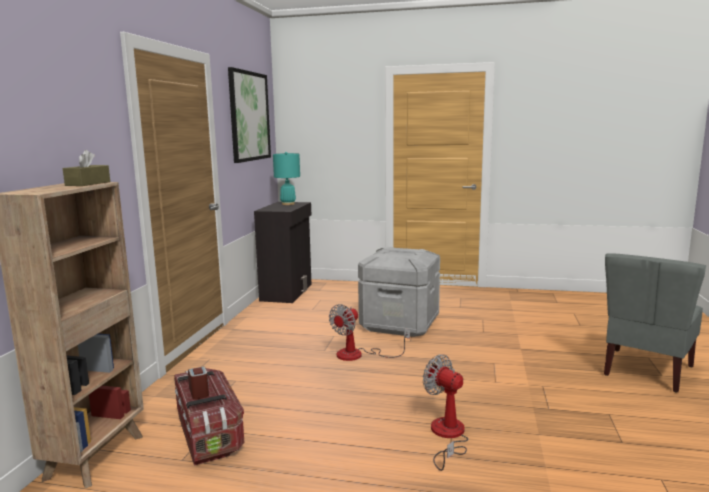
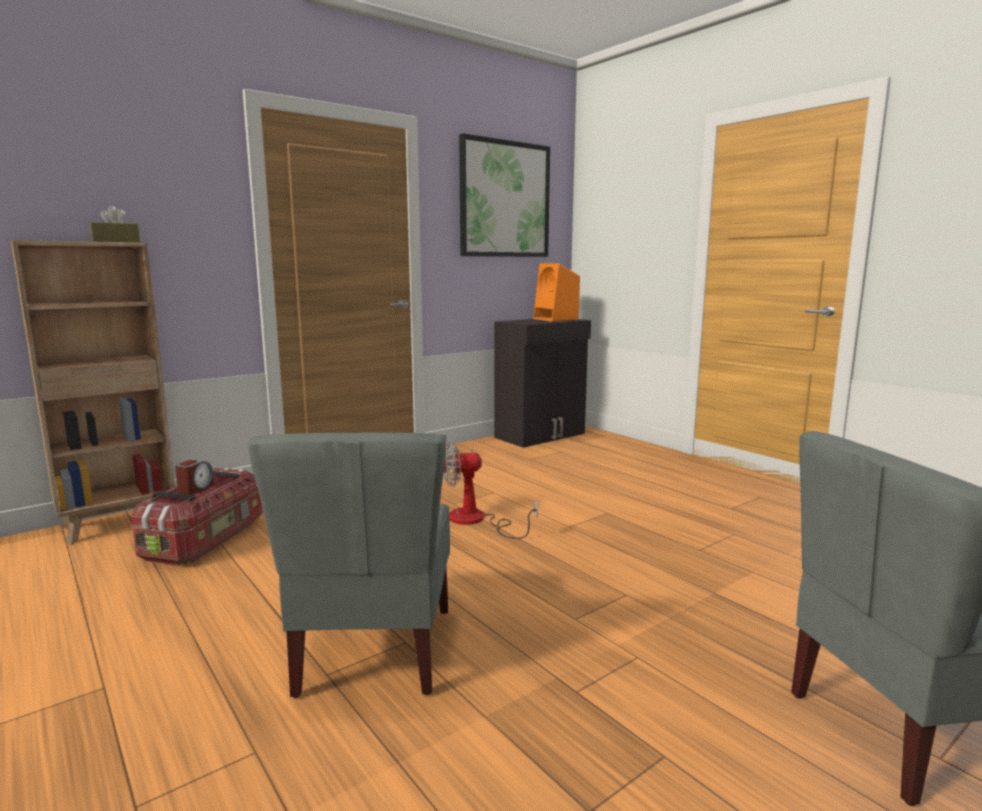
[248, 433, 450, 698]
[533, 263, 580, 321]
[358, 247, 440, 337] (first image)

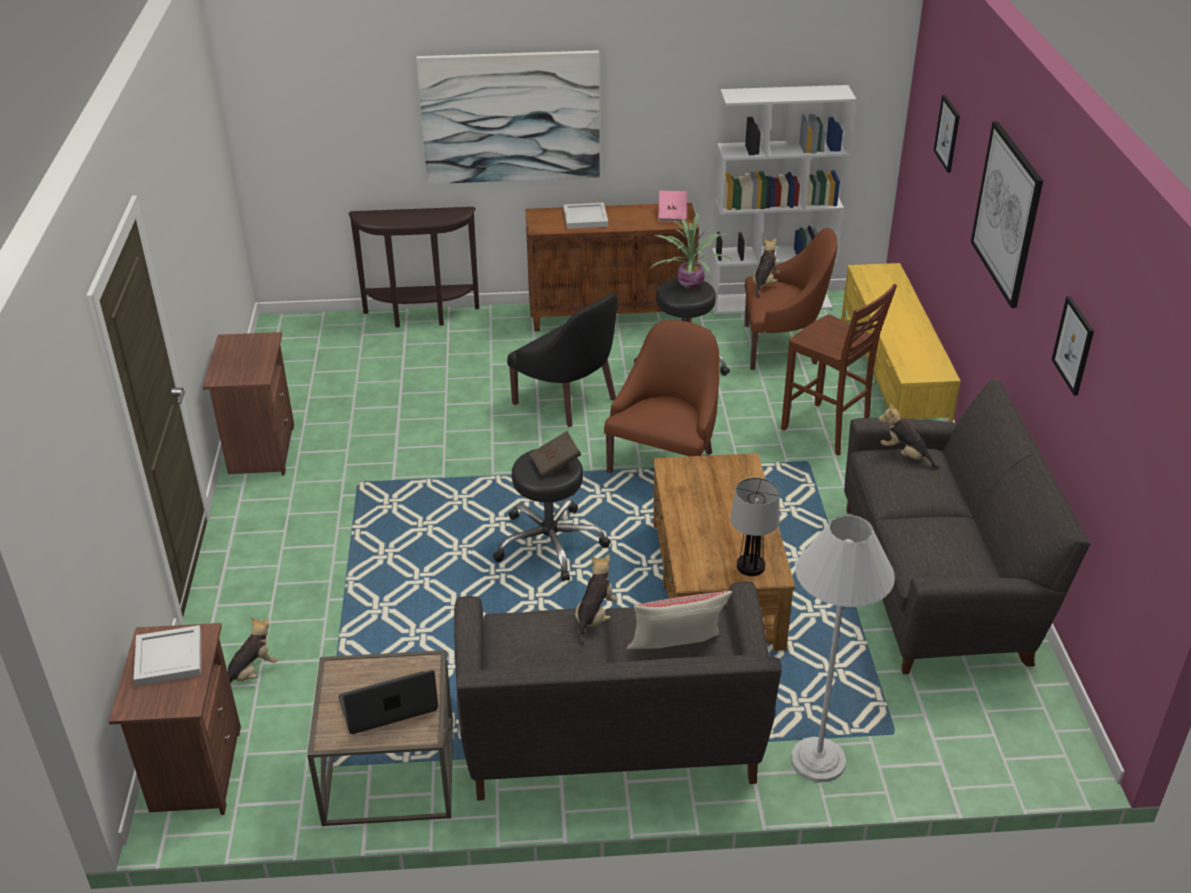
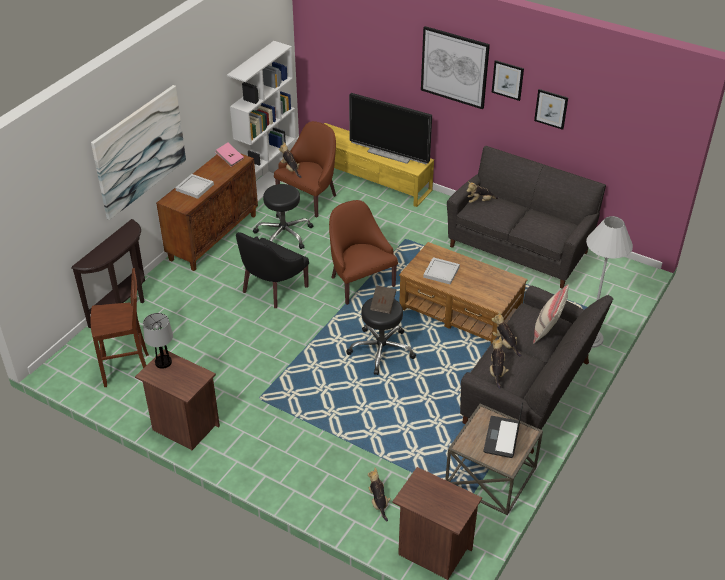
[91, 268, 149, 387]
[143, 313, 173, 369]
[236, 232, 309, 308]
[349, 93, 432, 164]
[423, 257, 460, 285]
[490, 337, 509, 389]
[492, 60, 524, 101]
[651, 213, 731, 289] (first image)

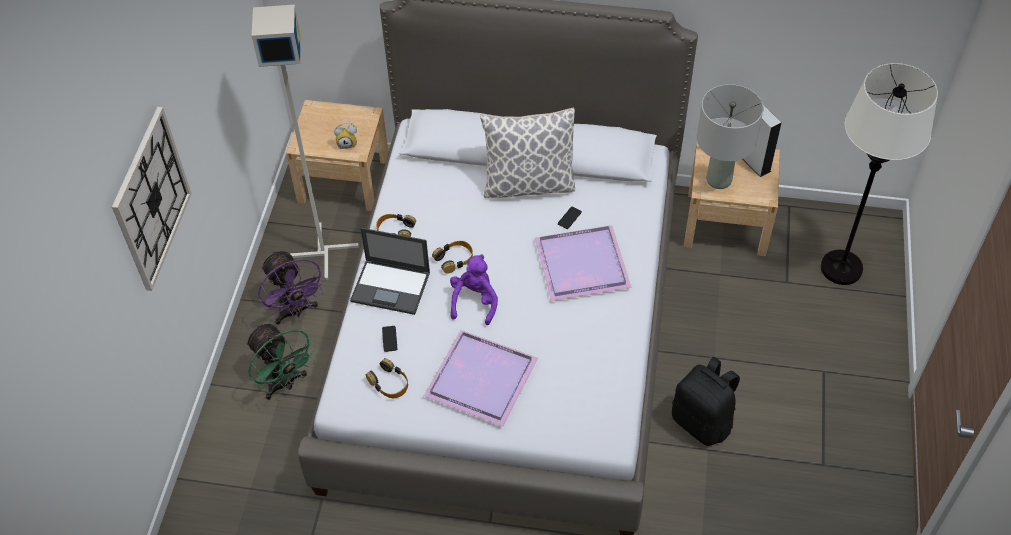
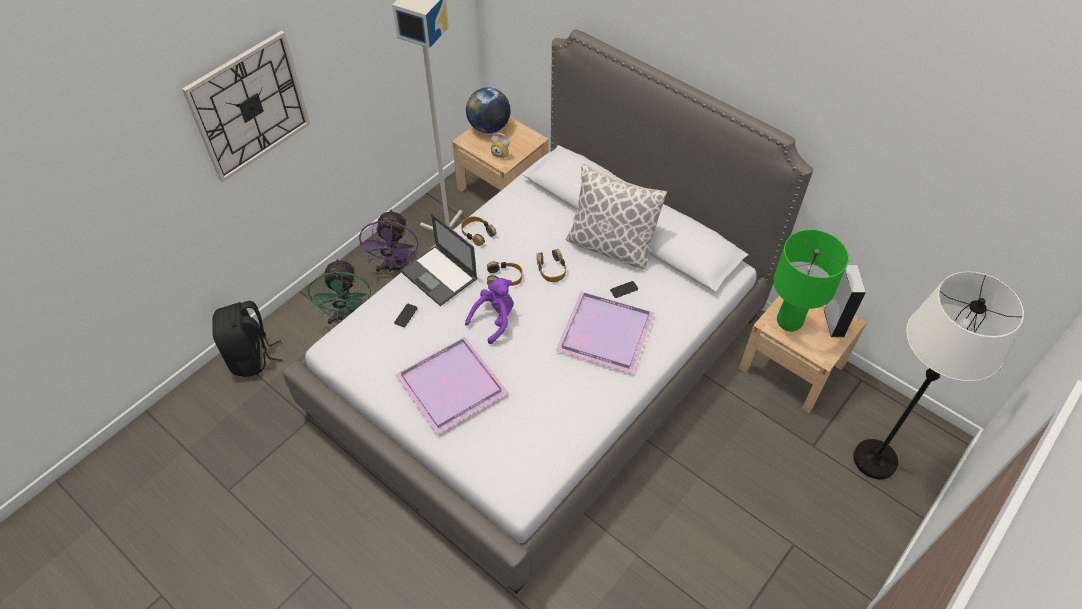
[212, 301, 282, 377]
[466, 87, 510, 133]
[537, 249, 566, 282]
[773, 230, 849, 331]

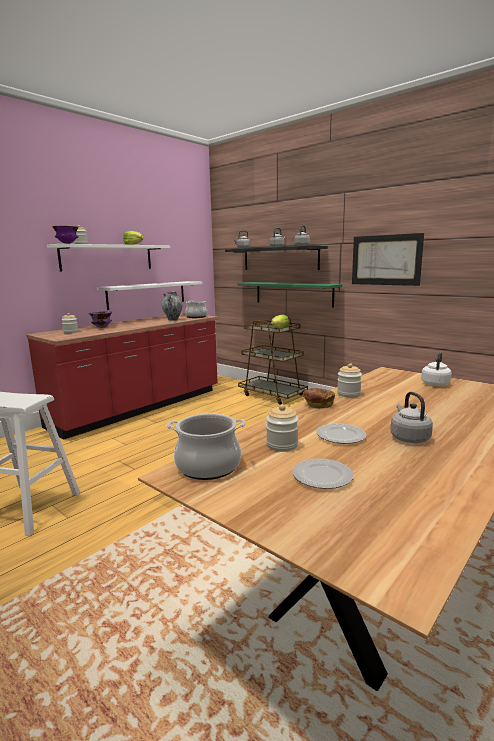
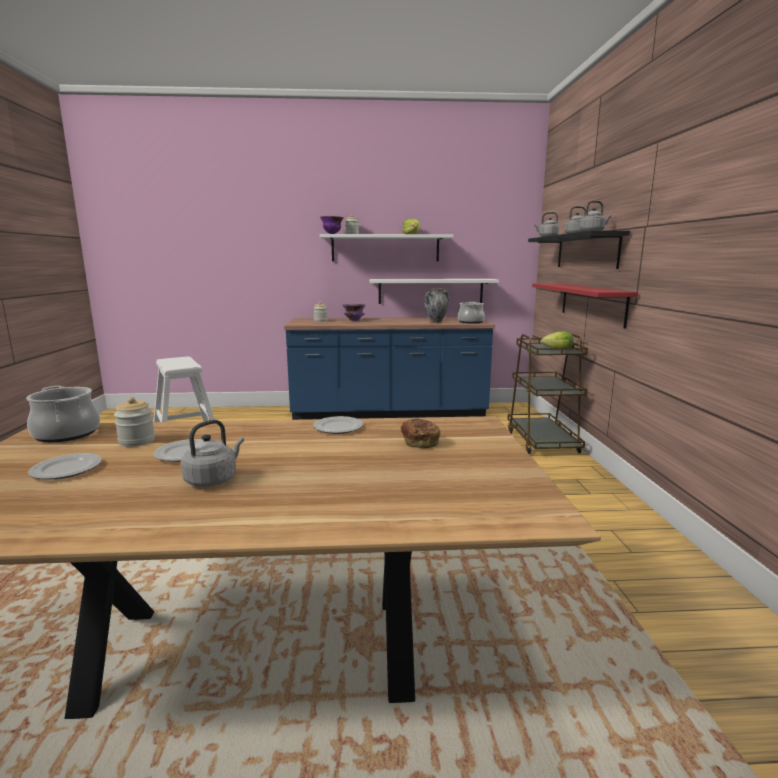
[284, 317, 495, 420]
[313, 416, 363, 434]
[401, 419, 440, 449]
[532, 283, 638, 329]
[352, 233, 424, 286] (first image)
[421, 351, 452, 386] (first image)

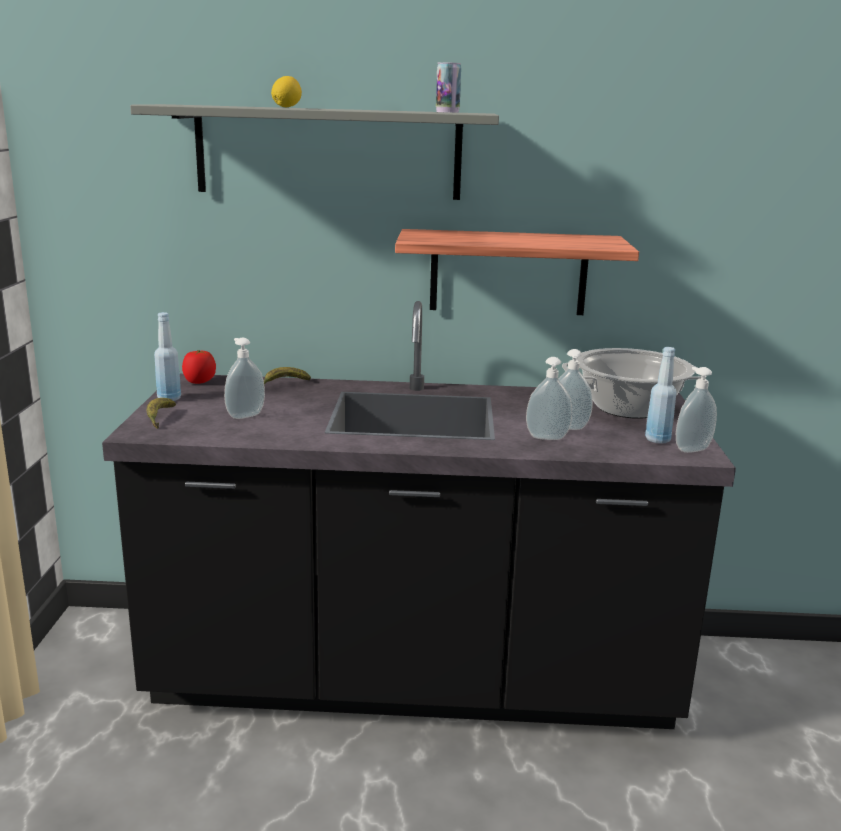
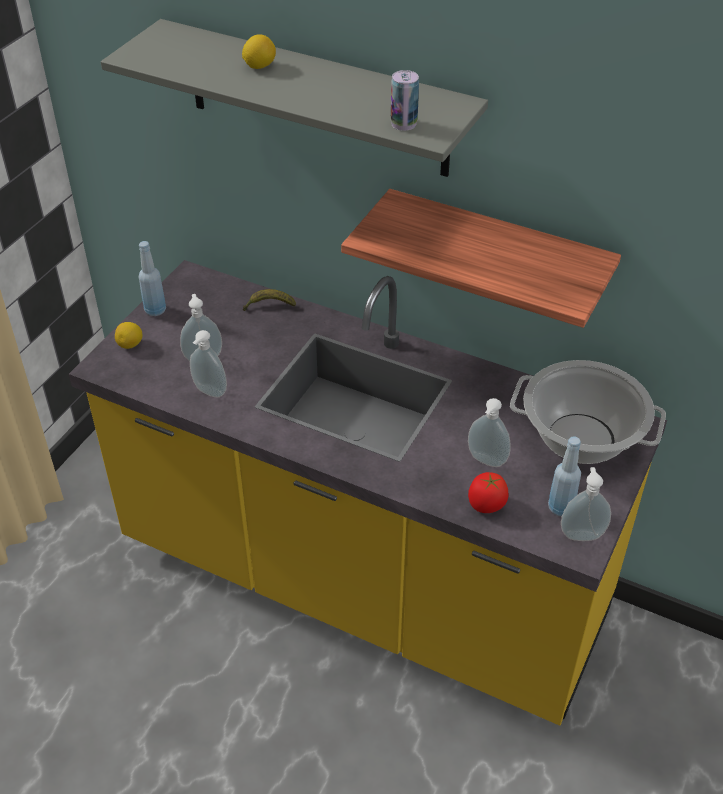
[69, 260, 667, 726]
[115, 322, 142, 349]
[190, 330, 227, 398]
[468, 472, 509, 513]

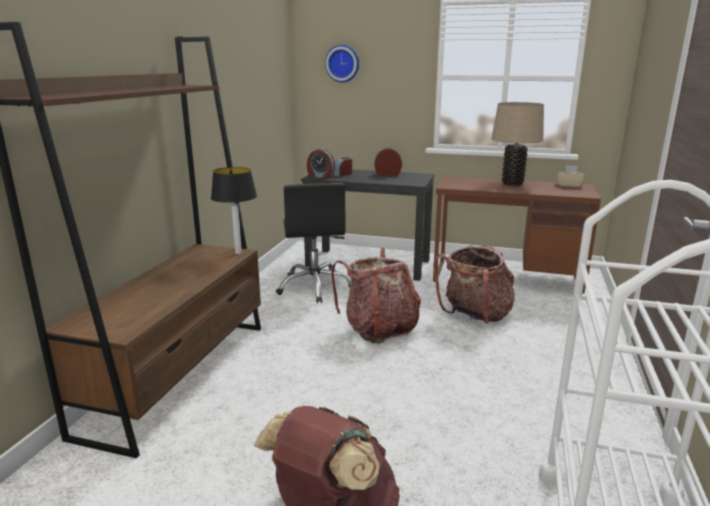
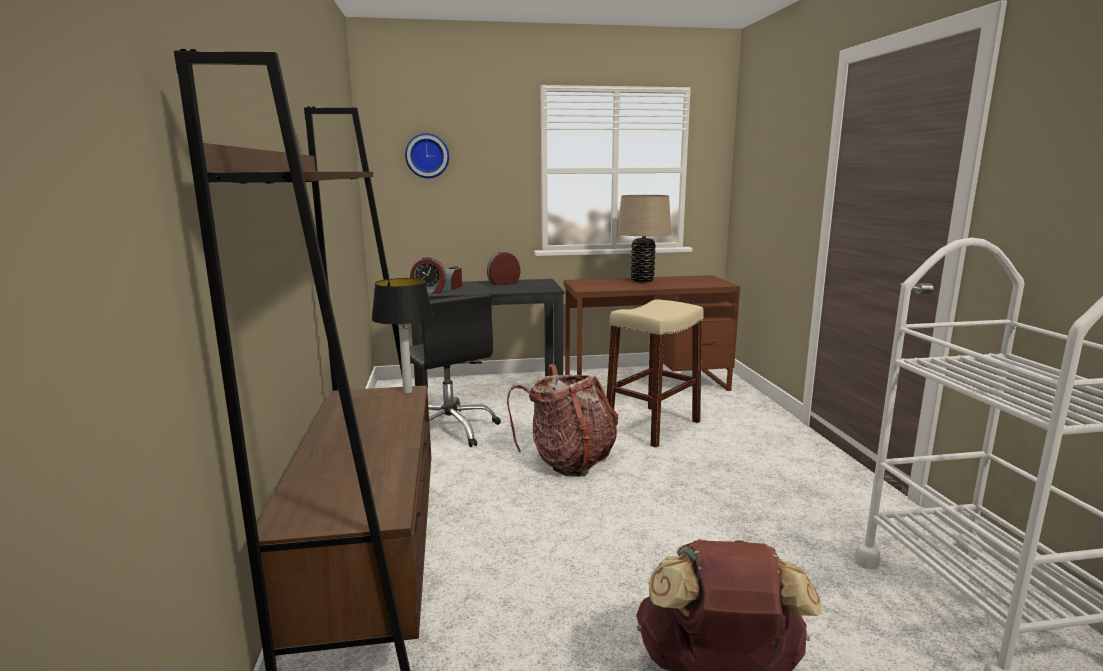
[607, 299, 704, 448]
[557, 165, 585, 187] (first image)

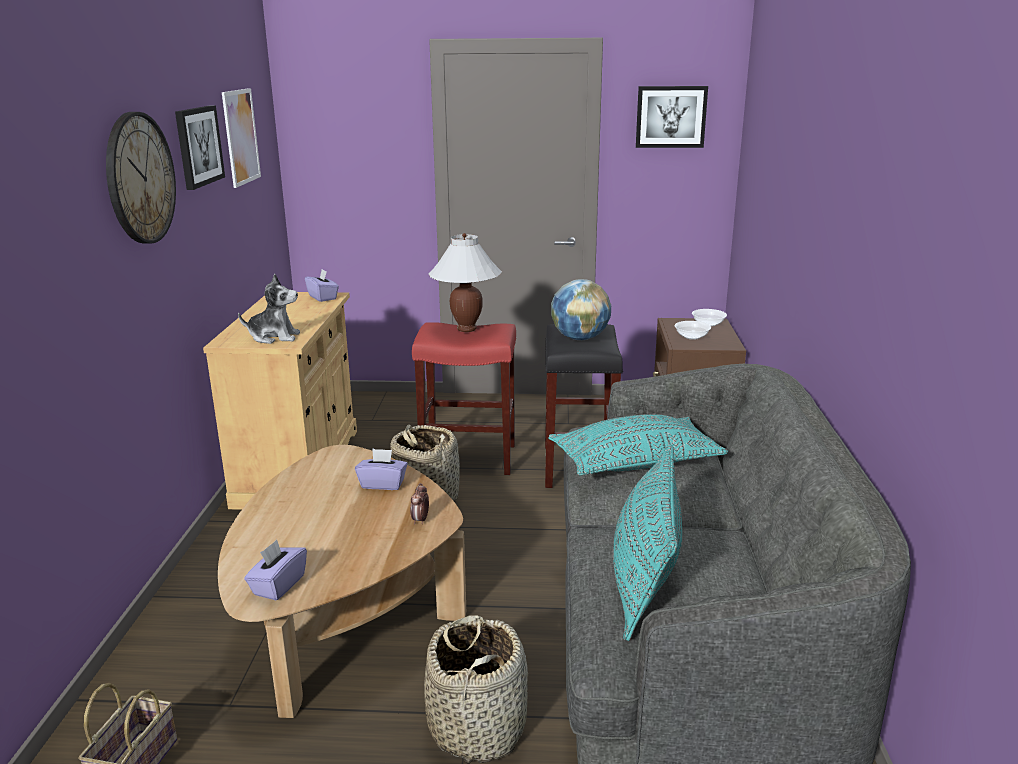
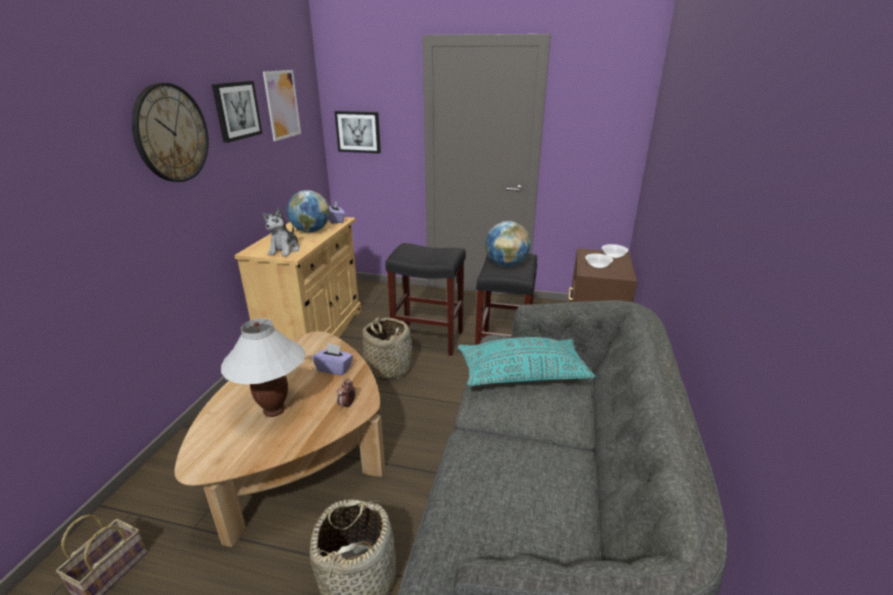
[221, 318, 306, 417]
[263, 208, 300, 257]
[286, 190, 330, 233]
[334, 111, 381, 154]
[385, 243, 466, 356]
[244, 540, 307, 601] (first image)
[613, 444, 682, 641] (first image)

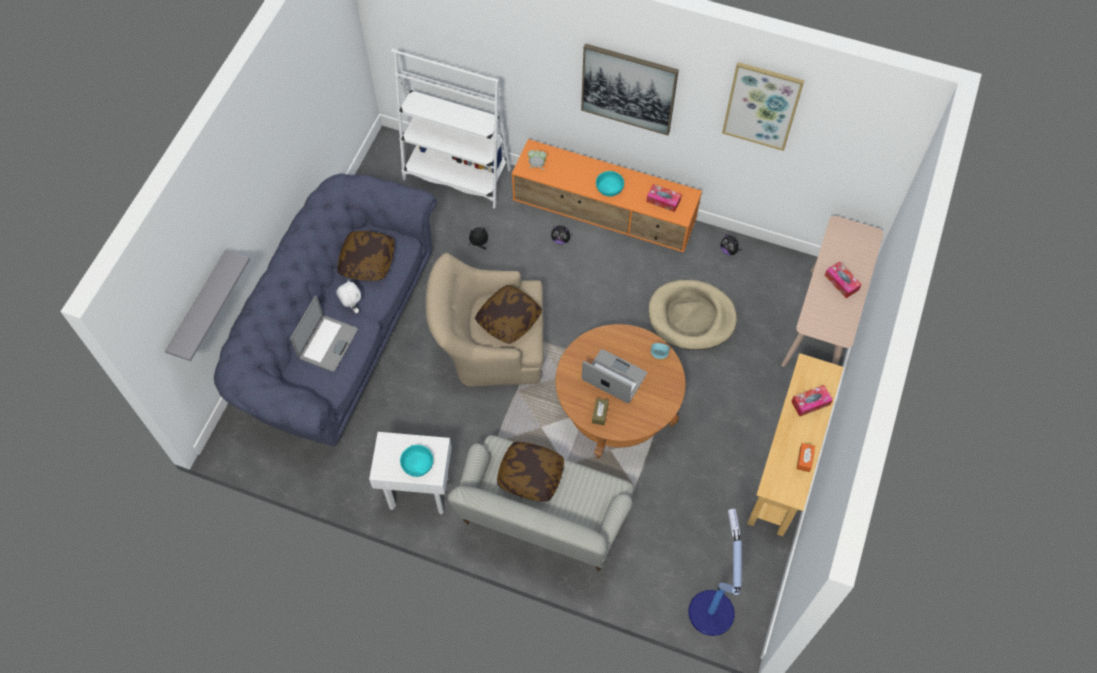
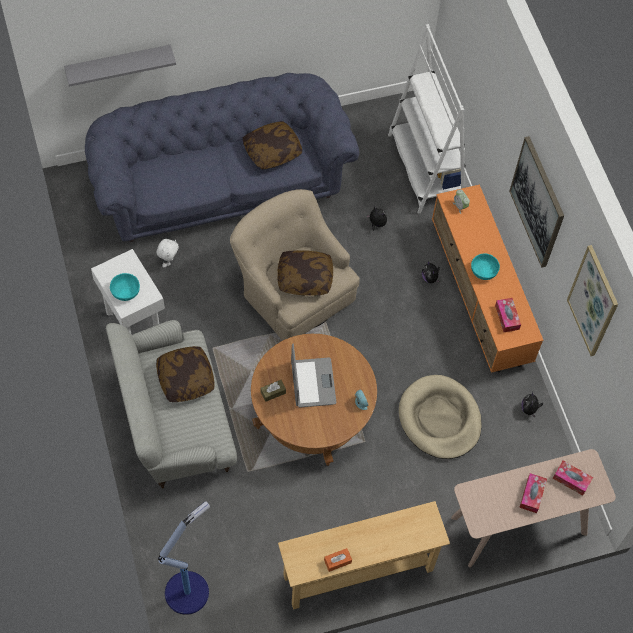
[156, 239, 179, 268]
[553, 461, 593, 496]
[290, 296, 358, 372] (first image)

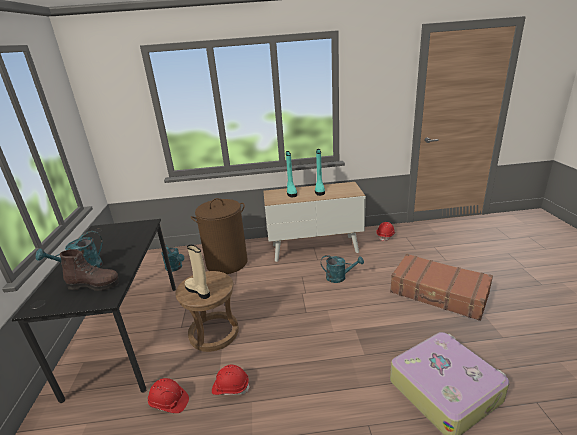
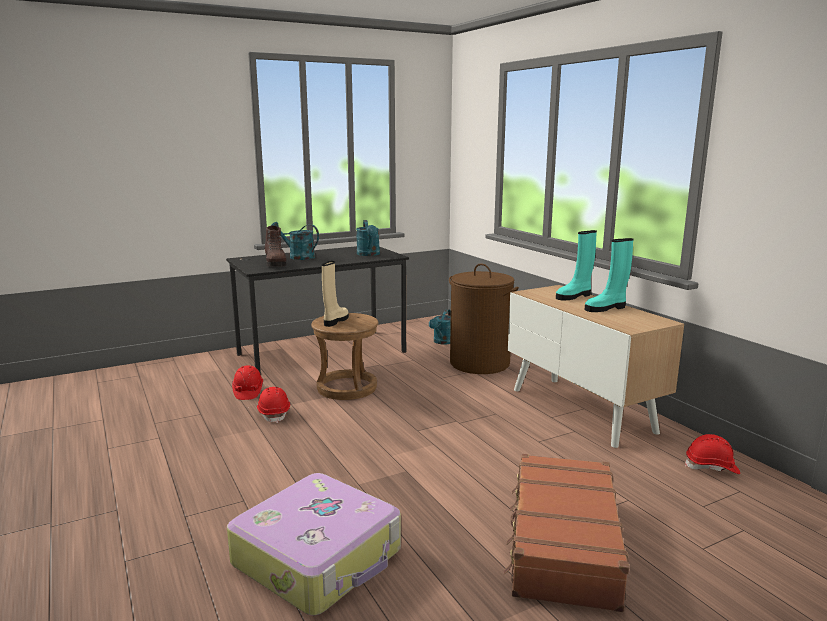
[356, 220, 380, 256]

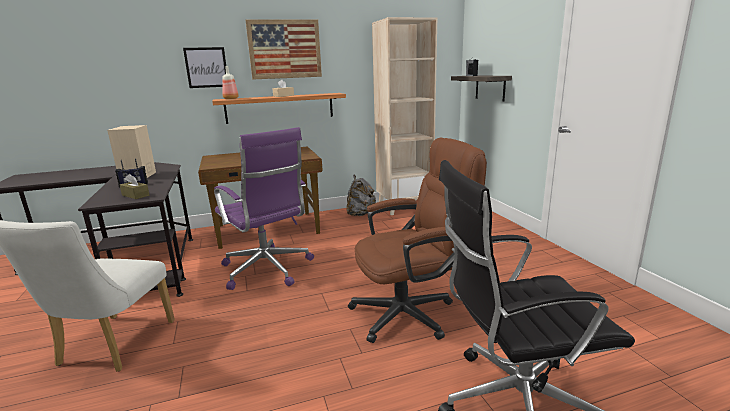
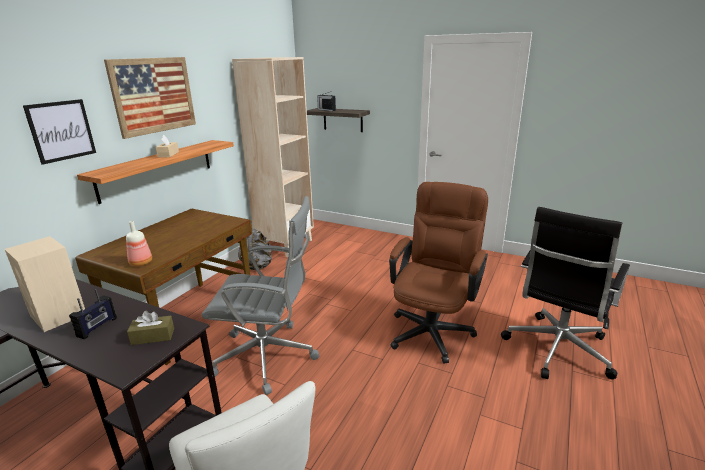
[126, 221, 152, 266]
[202, 196, 319, 395]

